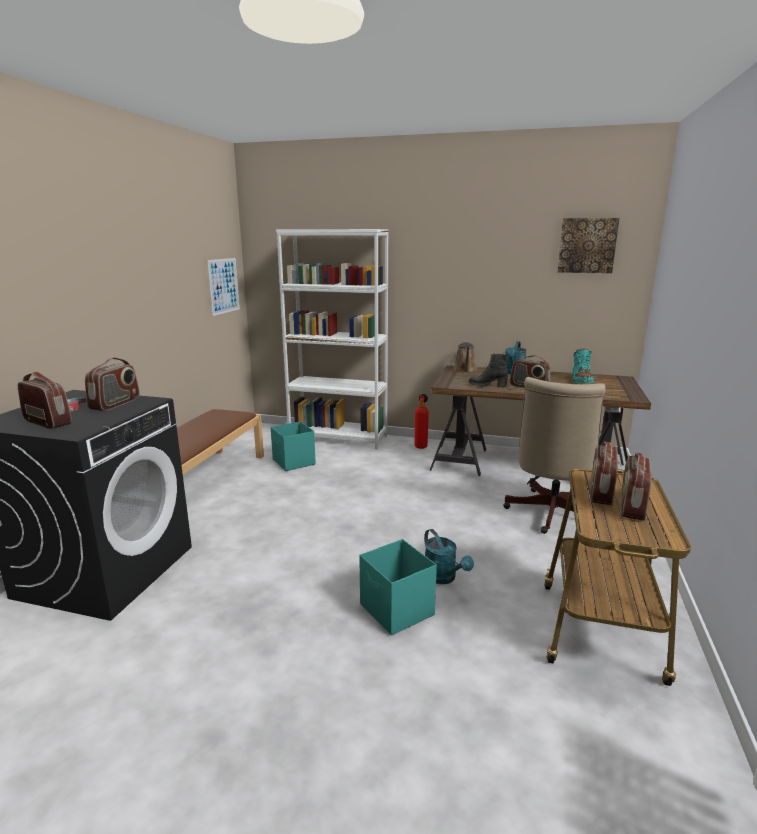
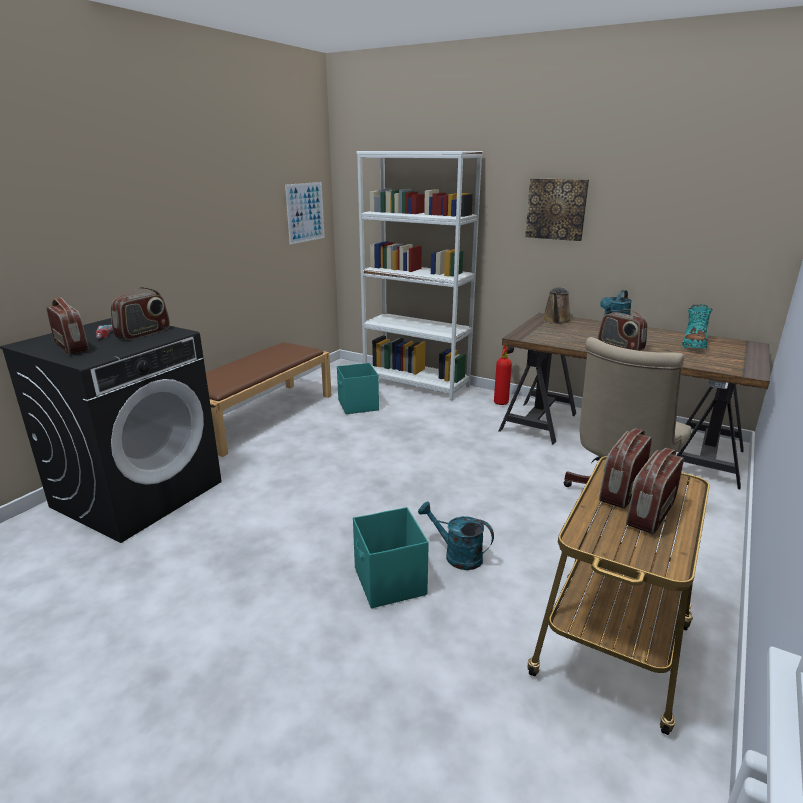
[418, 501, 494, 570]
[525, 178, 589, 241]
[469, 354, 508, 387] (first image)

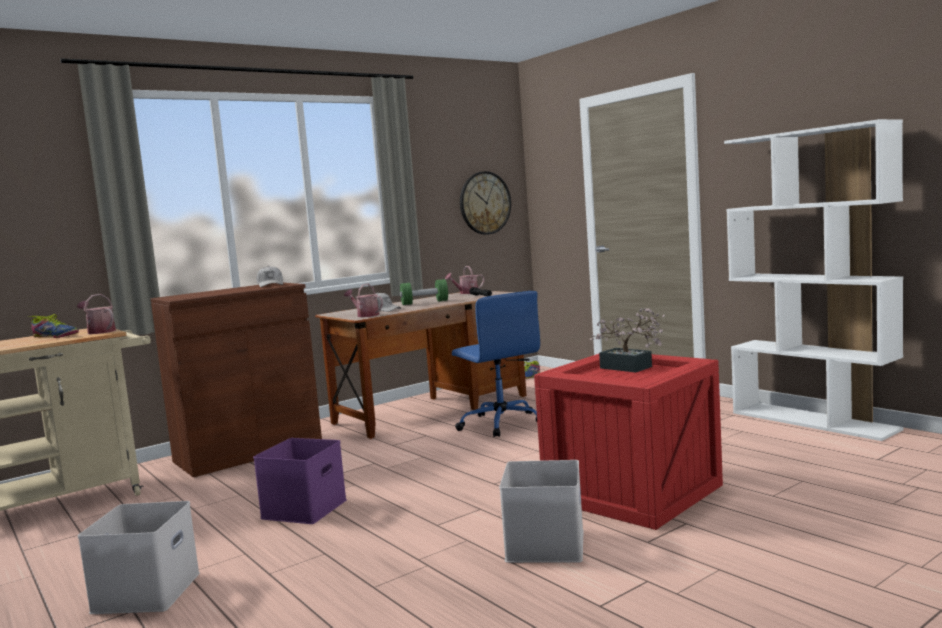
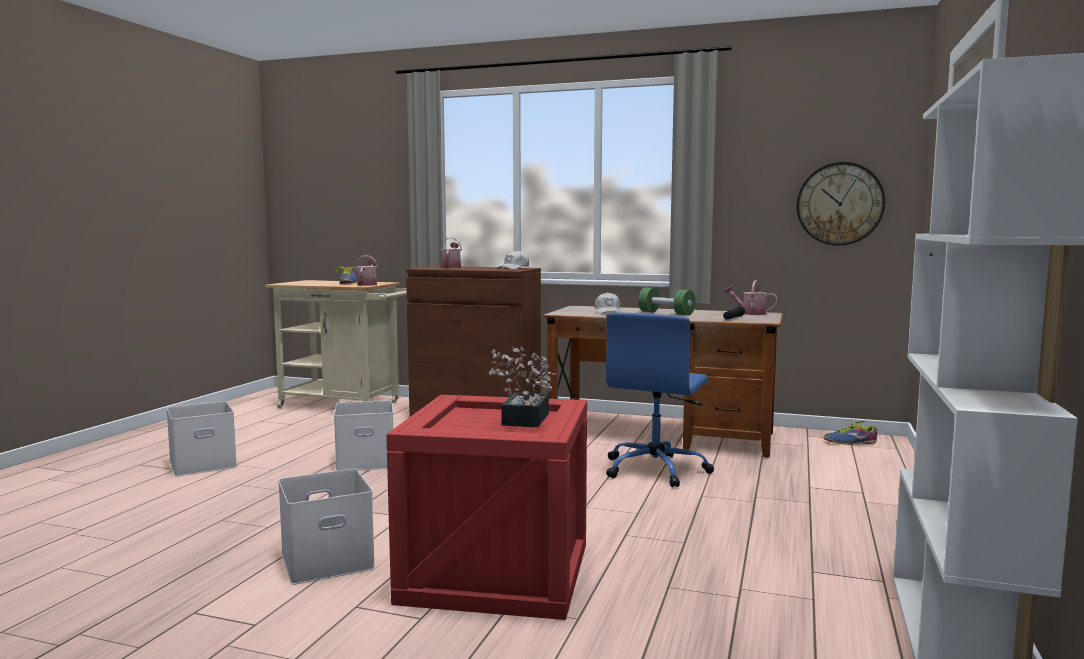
[334, 400, 393, 471]
[439, 238, 462, 268]

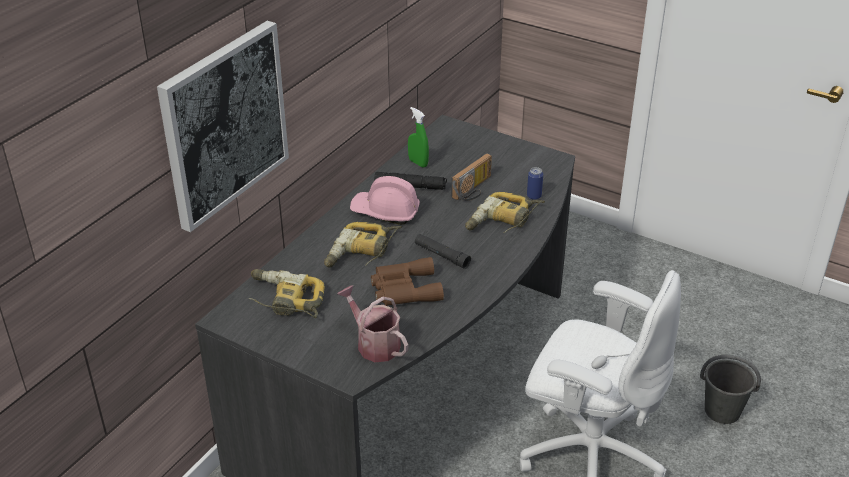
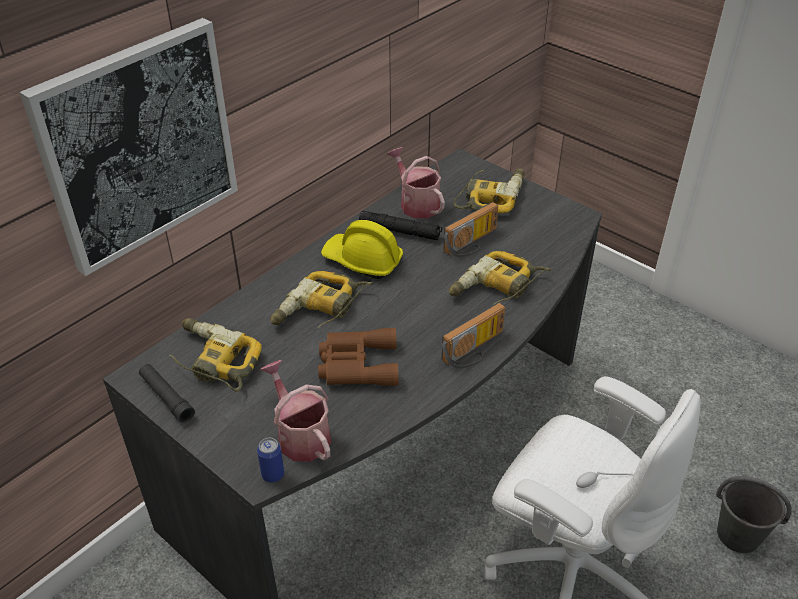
[139, 364, 195, 423]
[257, 438, 284, 483]
[321, 220, 403, 279]
[387, 147, 445, 219]
[442, 302, 505, 369]
[454, 168, 525, 214]

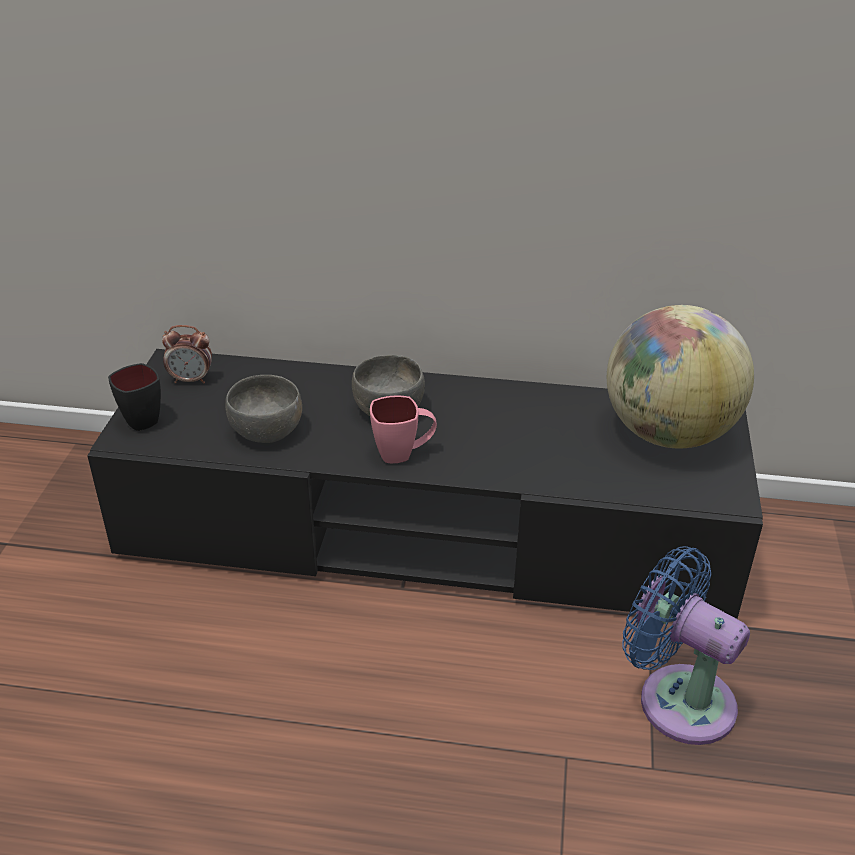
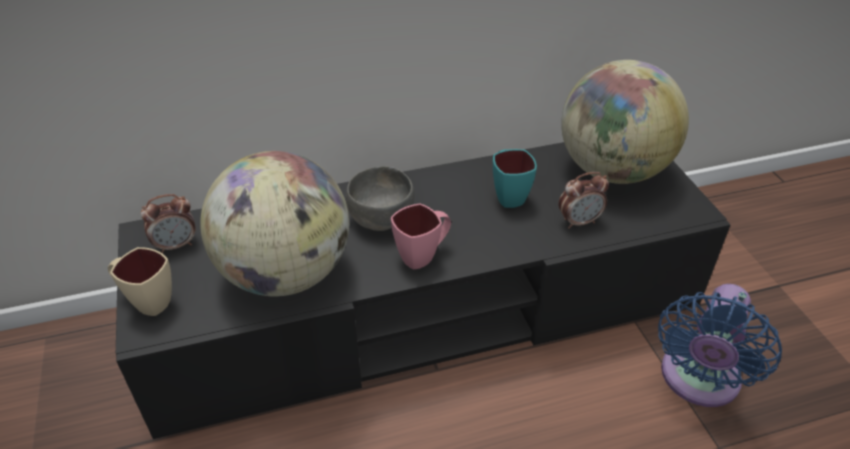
[108, 247, 172, 316]
[200, 151, 349, 297]
[493, 149, 537, 208]
[559, 172, 609, 229]
[658, 284, 782, 407]

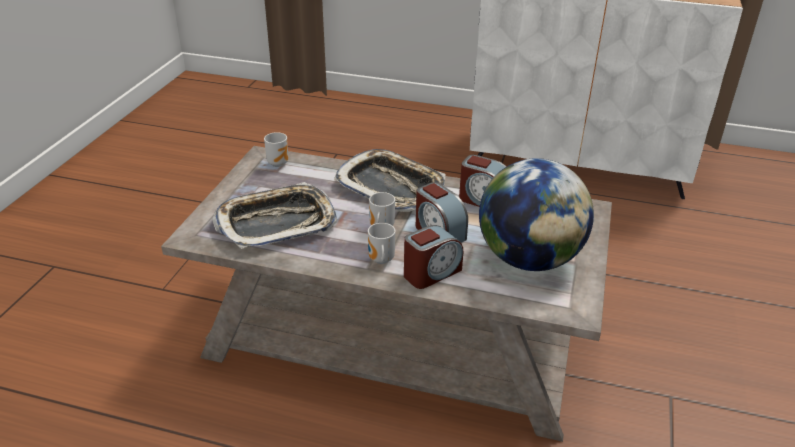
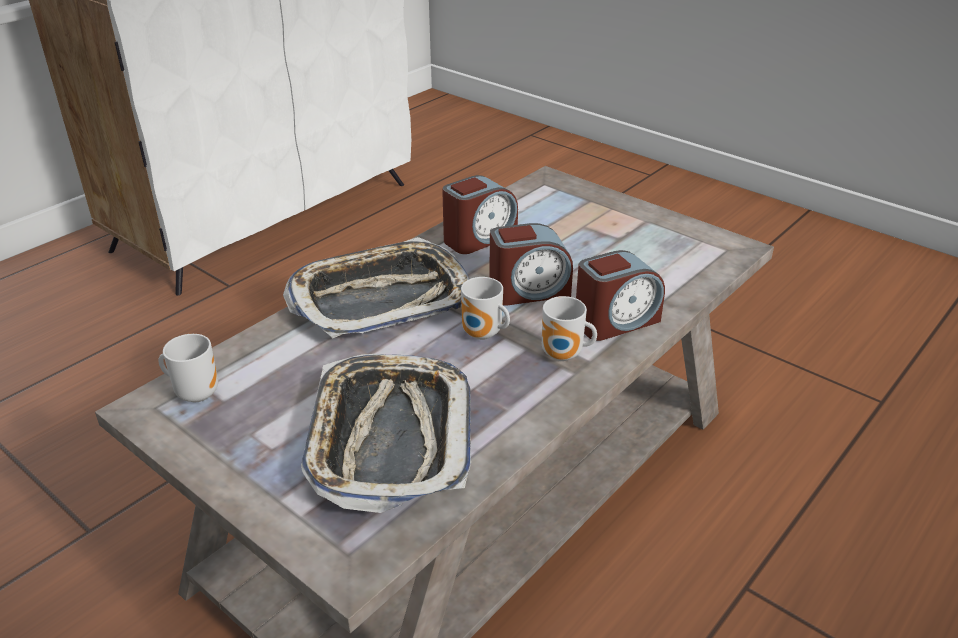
[576, 250, 665, 341]
[479, 158, 594, 271] (first image)

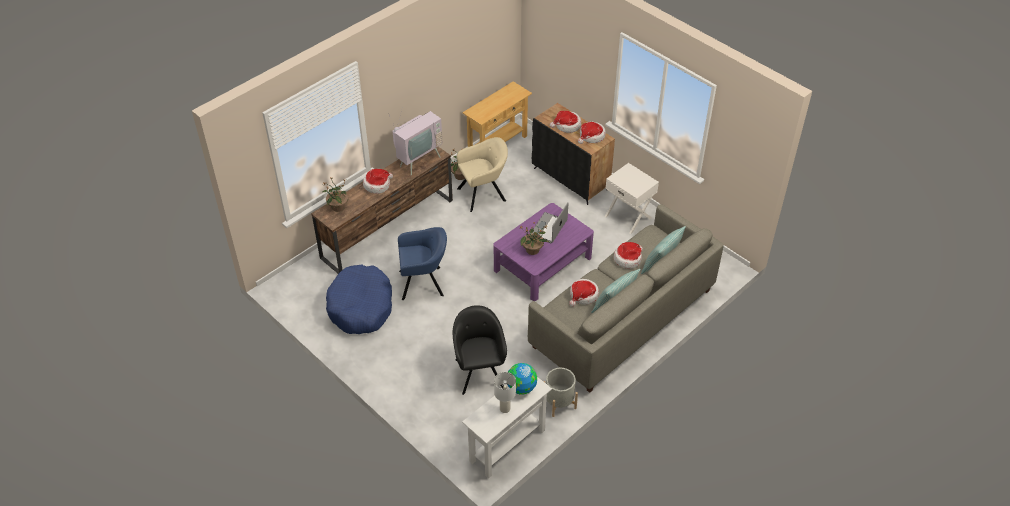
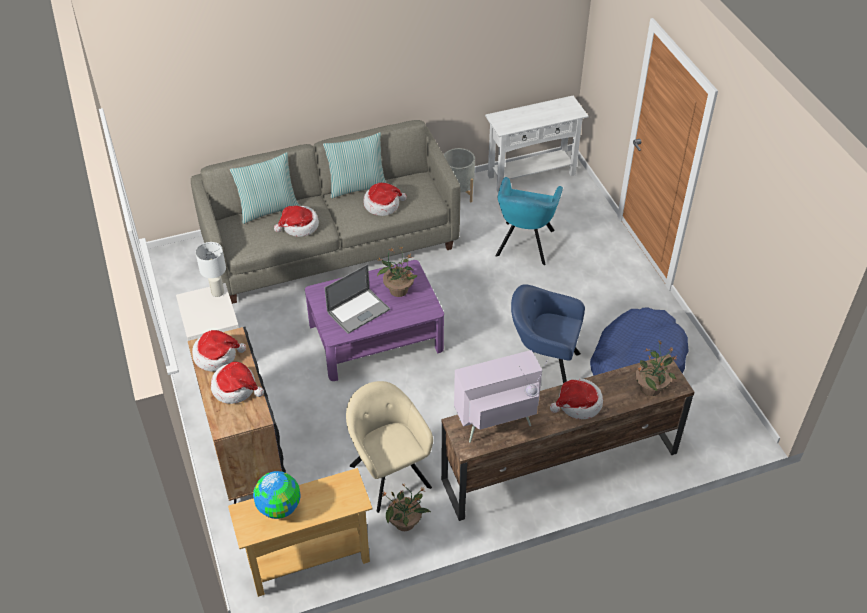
[196, 242, 226, 297]
[253, 471, 301, 519]
[346, 381, 433, 513]
[495, 177, 563, 265]

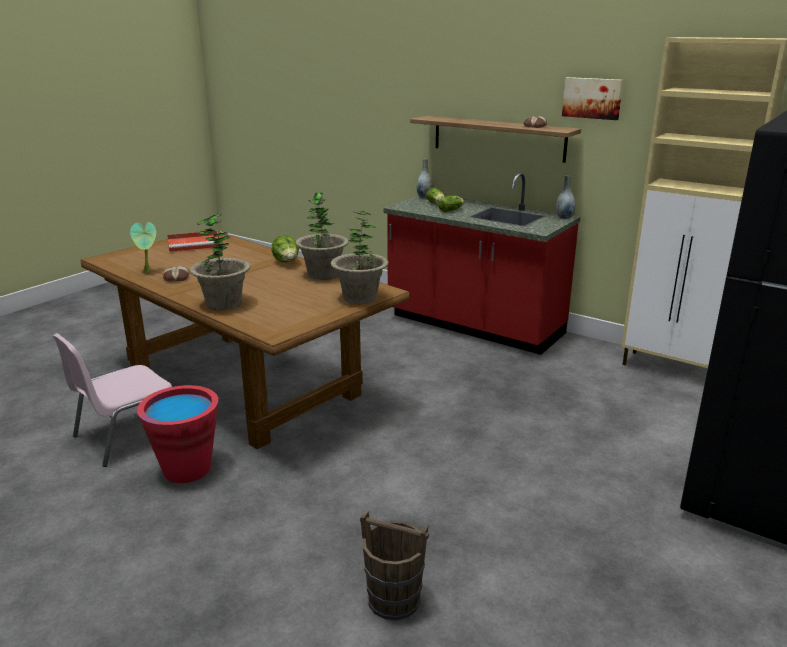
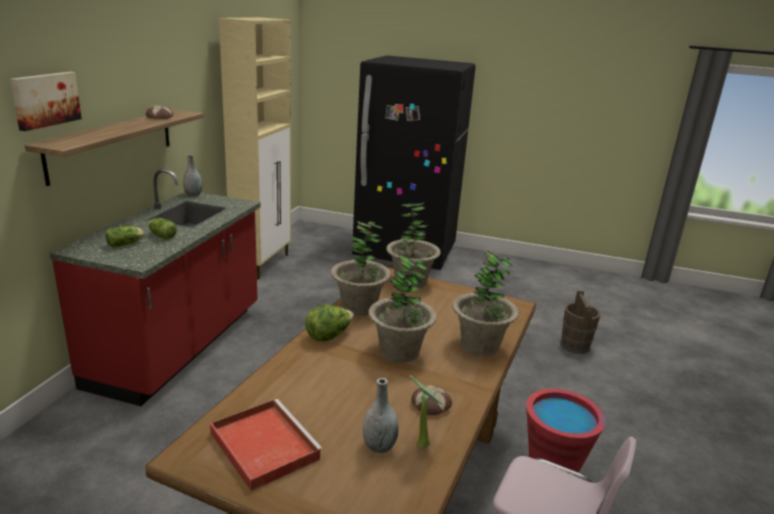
[10, 72, 82, 131]
[363, 378, 399, 453]
[368, 254, 437, 363]

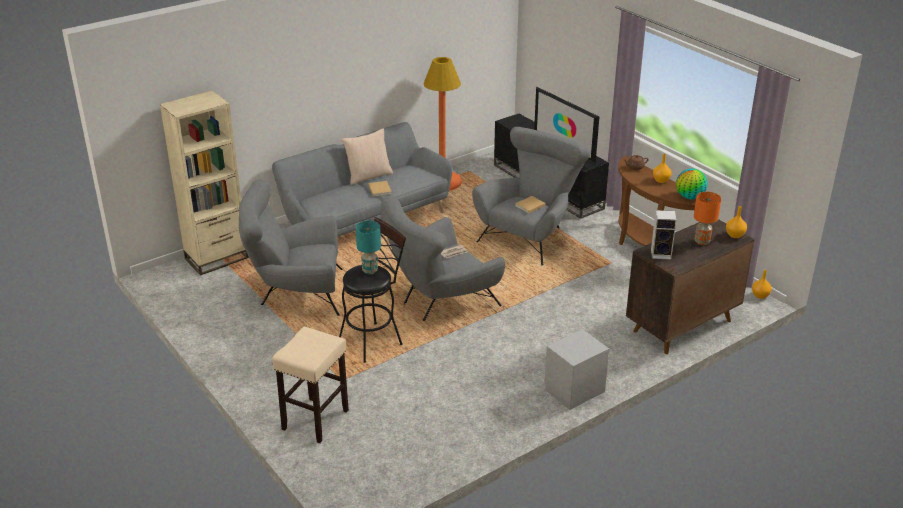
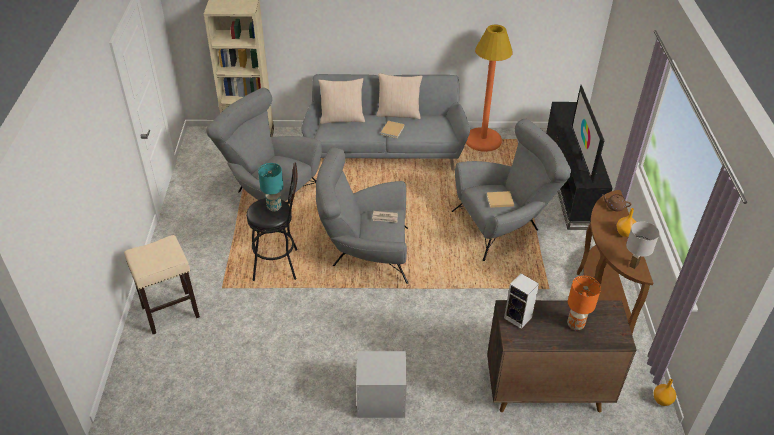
[318, 78, 365, 124]
[626, 221, 659, 269]
[726, 206, 747, 238] (first image)

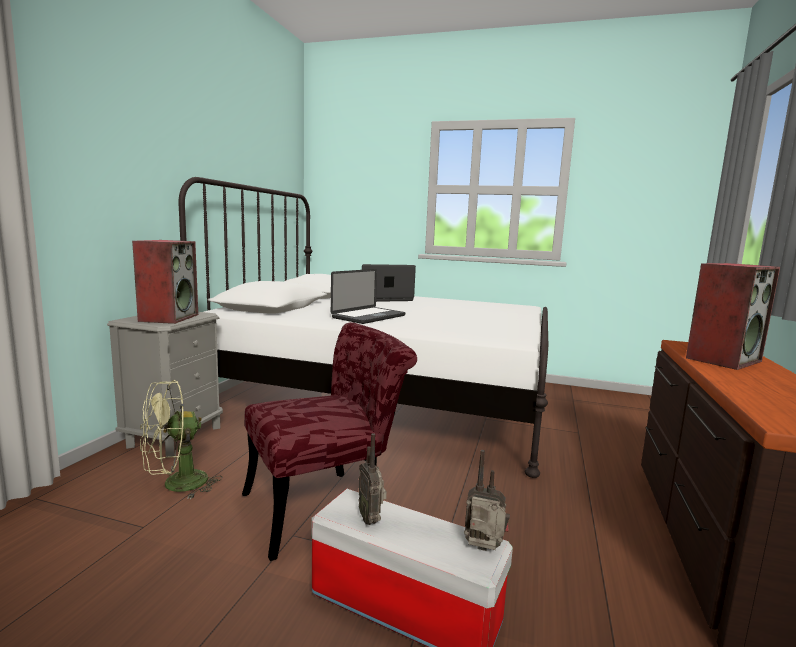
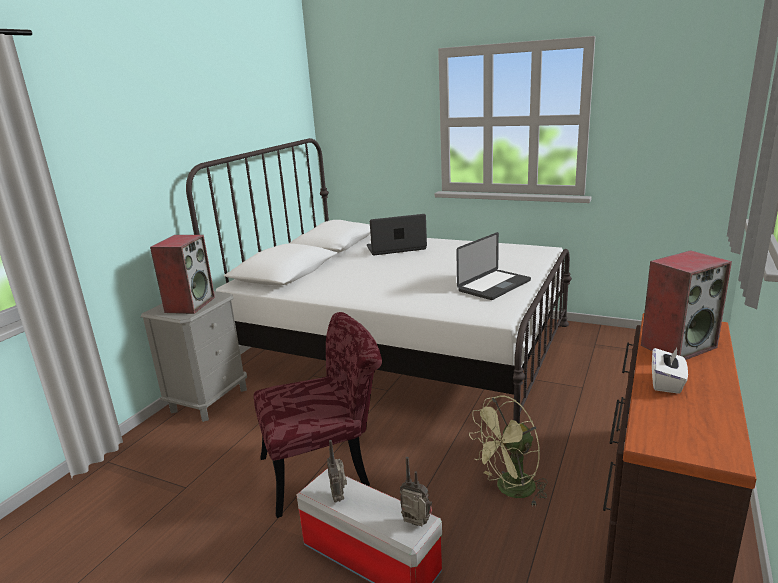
[456, 232, 531, 300]
[469, 396, 548, 507]
[652, 346, 688, 394]

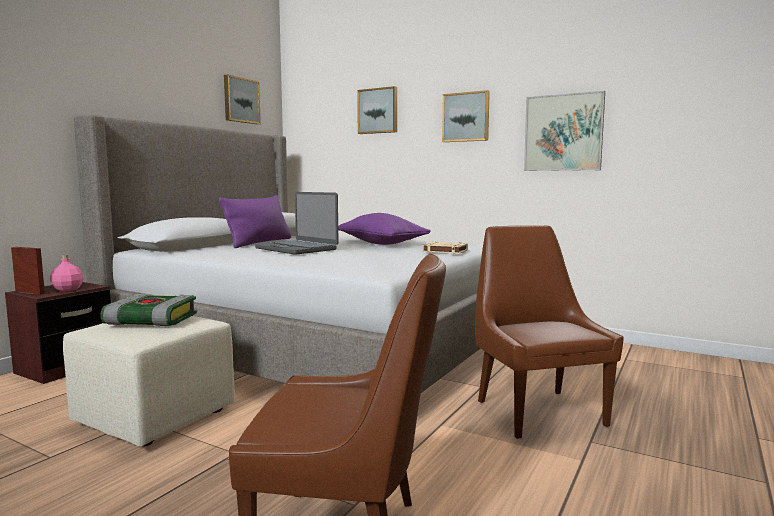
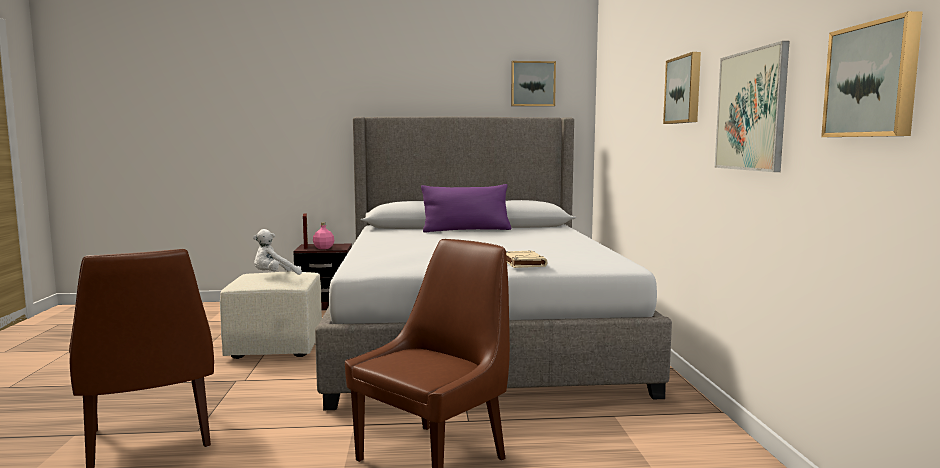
[253, 229, 302, 275]
[821, 11, 923, 137]
[255, 192, 338, 255] (first image)
[338, 213, 431, 245] (first image)

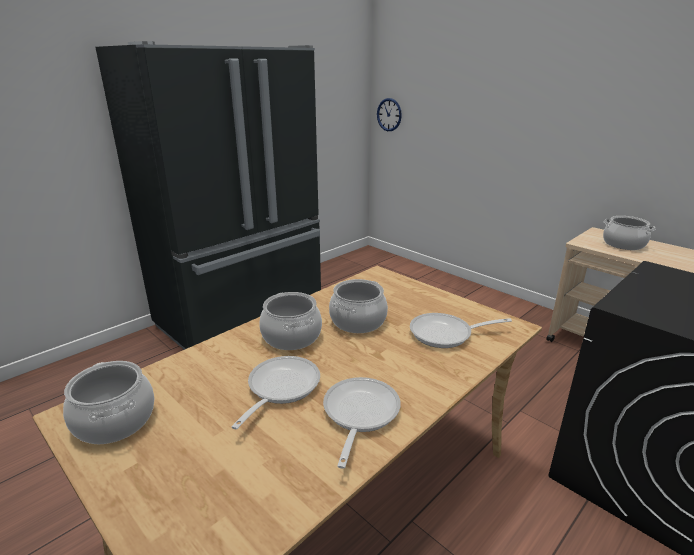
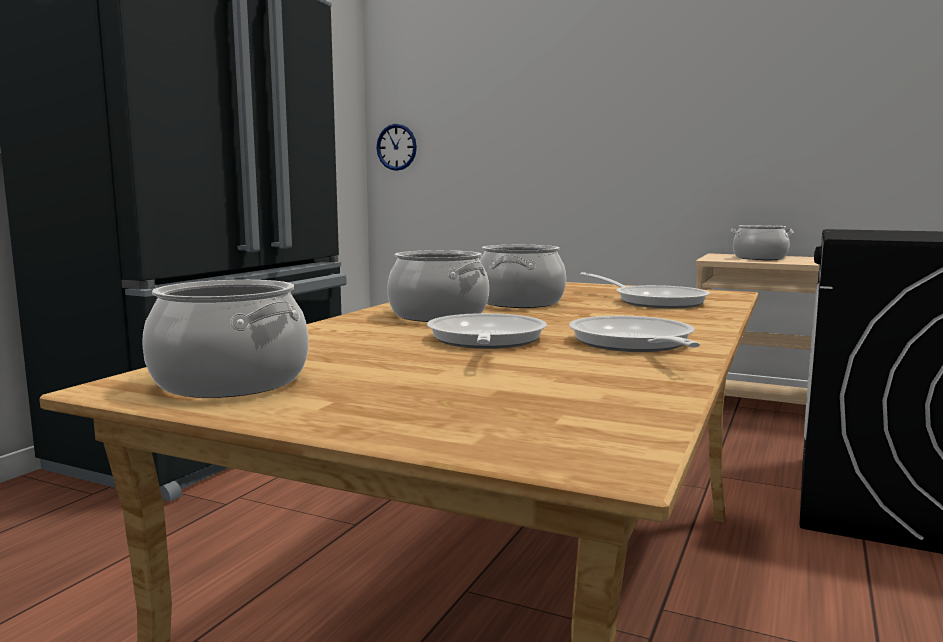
[580, 272, 710, 308]

